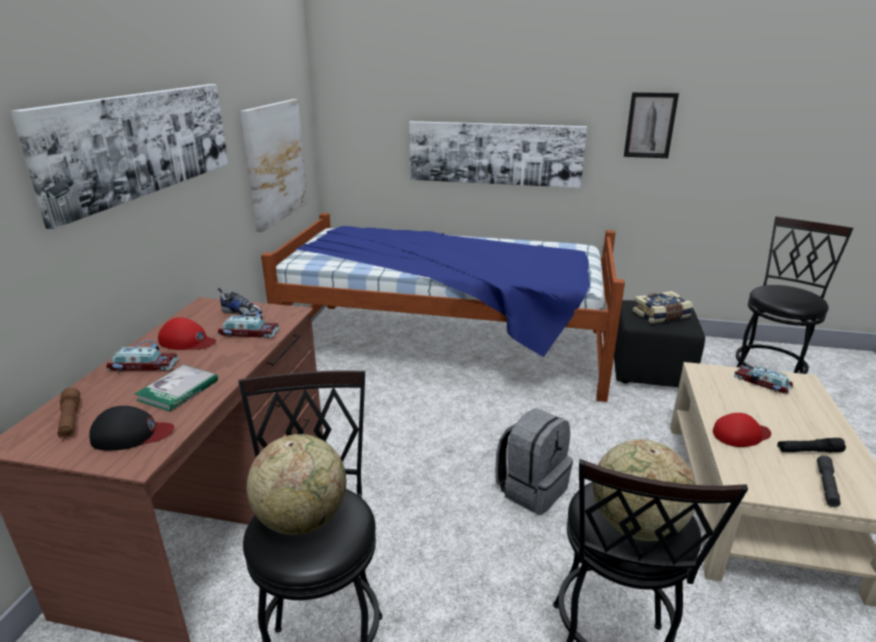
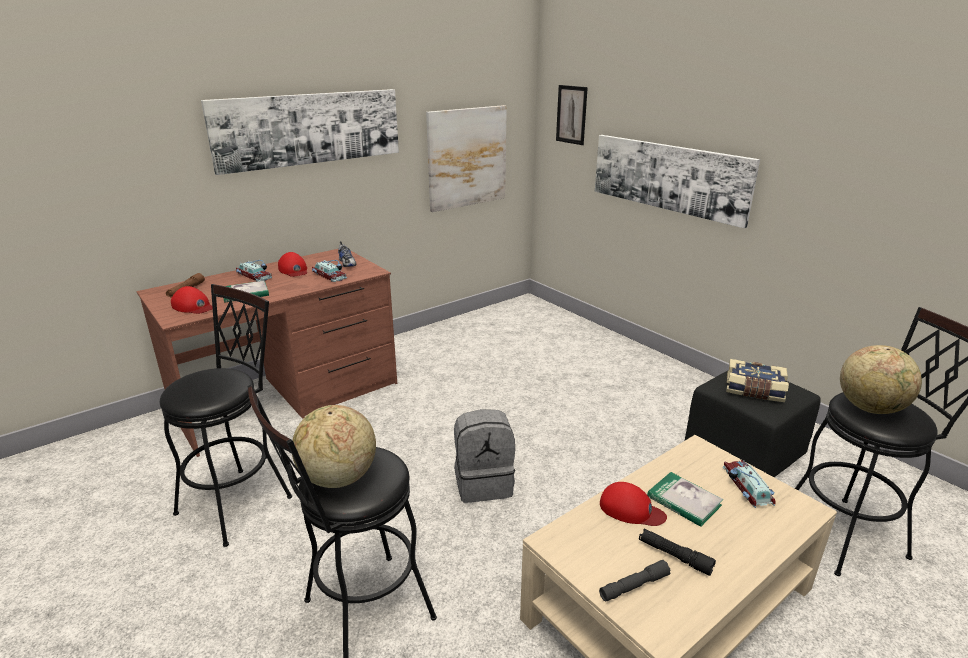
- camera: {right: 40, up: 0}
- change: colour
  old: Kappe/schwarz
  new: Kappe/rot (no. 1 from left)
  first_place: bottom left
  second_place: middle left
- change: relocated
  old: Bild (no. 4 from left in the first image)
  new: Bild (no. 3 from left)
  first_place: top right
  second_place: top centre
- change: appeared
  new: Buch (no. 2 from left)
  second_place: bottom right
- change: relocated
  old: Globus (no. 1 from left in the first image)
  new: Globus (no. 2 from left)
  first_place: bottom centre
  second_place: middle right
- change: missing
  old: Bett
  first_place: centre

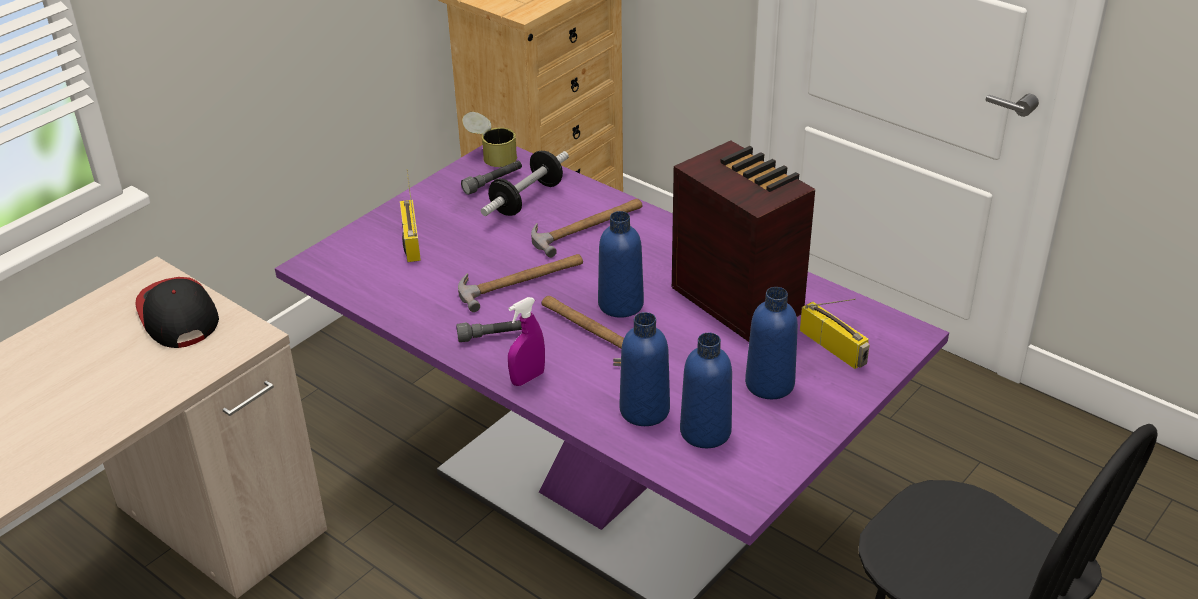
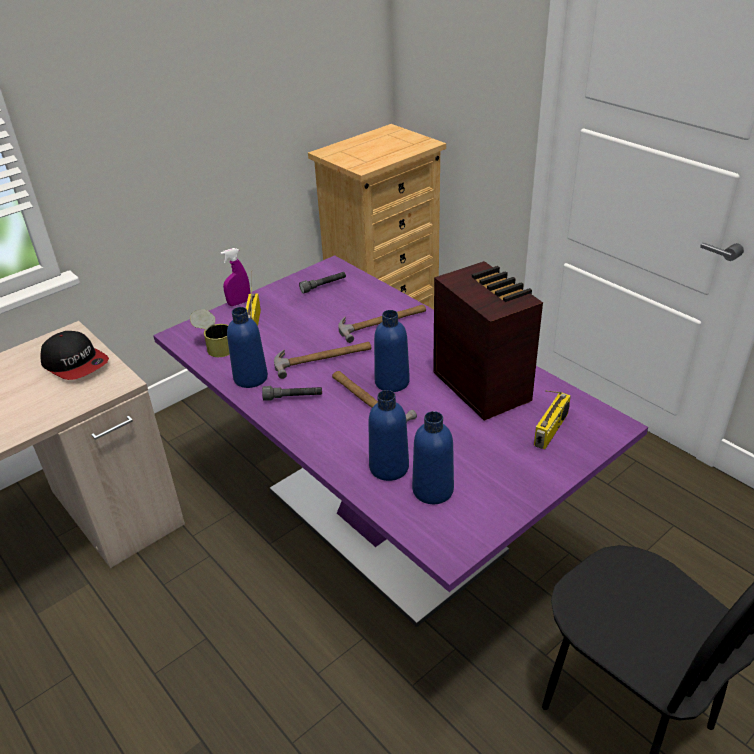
- camera: {right: 10, up: 0}
- change: spun
  old: Kappe
  first_place: middle left
  second_place: middle left
  degrees: 150
- change: relocated
  old: Dose
  first_place: top centre
  second_place: middle left
- change: relocated
  old: Sprühflasche/lila
  first_place: centre
  second_place: middle left
- change: relocated
  old: Flasche/blau (no. 4 from left in the first image)
  new: Flasche/blau (no. 1 from left)
  first_place: centre
  second_place: middle left
- change: spun
  old: Radio (no. 3 from left)
  first_place: middle right
  second_place: middle right
  degrees: 60
- change: missing
  old: Hantel
  first_place: top centre

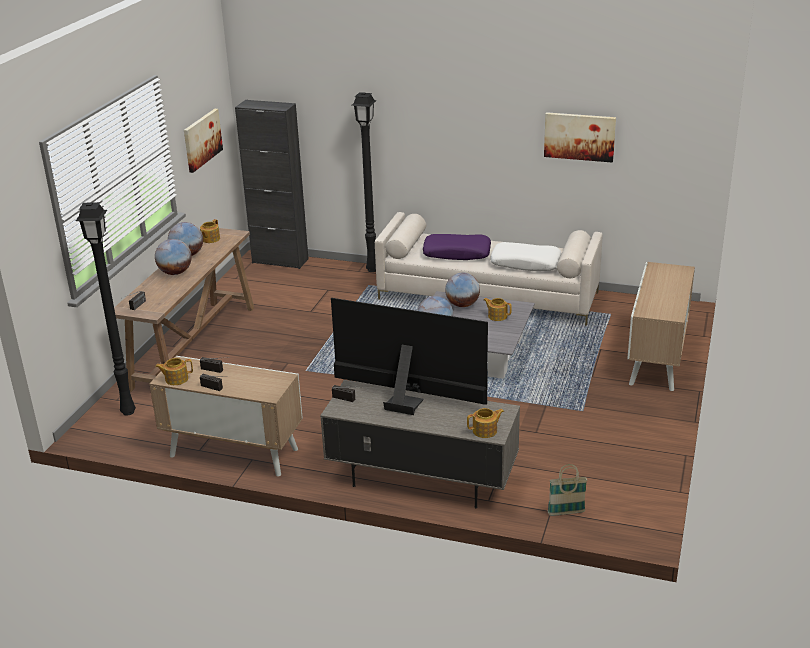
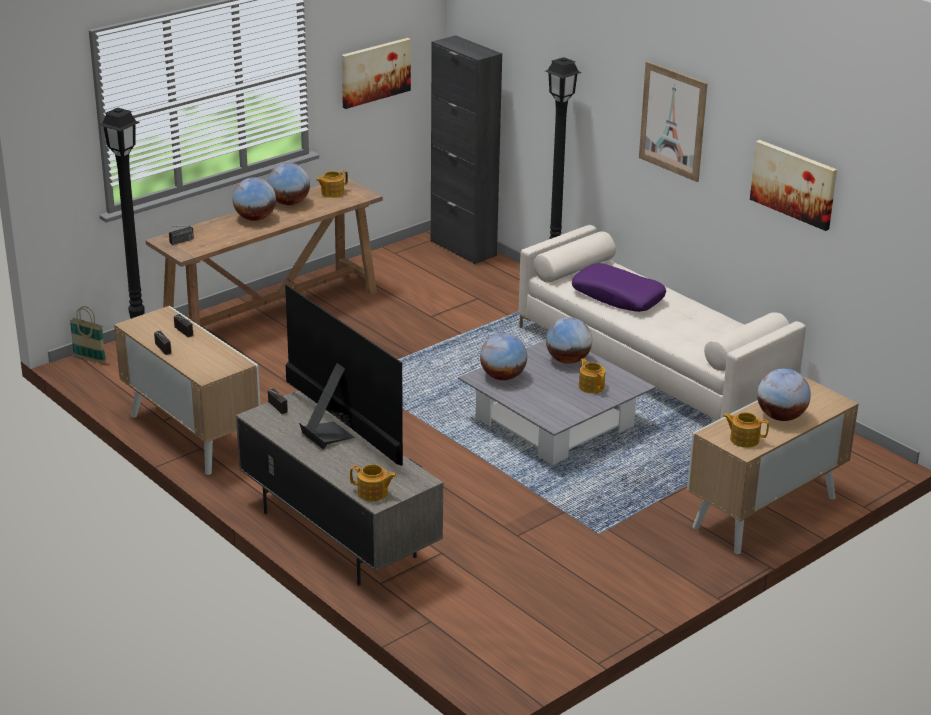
- camera: {right: 30, up: 0}
- change: relocated
  old: Korb
  first_place: bottom right
  second_place: middle left
- change: appeared
  new: Bild (no. 2 from left)
  second_place: top right
- change: relocated
  old: Teekanne (no. 1 from left in the first image)
  new: Teekanne (no. 4 from left)
  first_place: middle left
  second_place: middle right
- change: appeared
  new: Globus (no. 5 from left)
  second_place: middle right
- change: missing
  old: Kissen/weiß
  first_place: centre

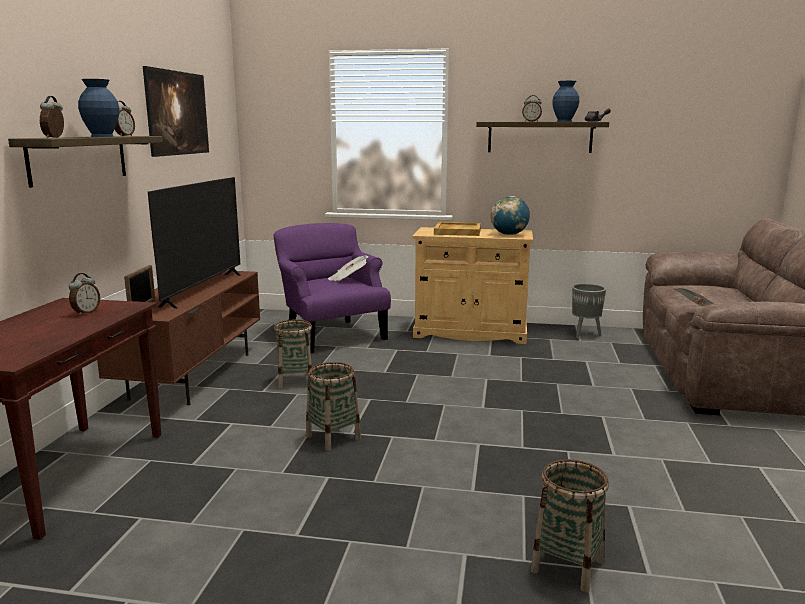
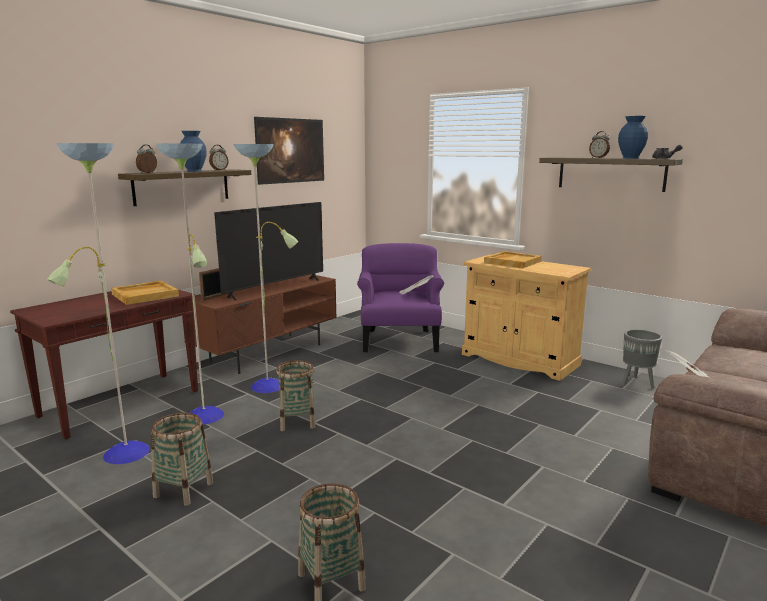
- camera: {right: 30, up: 0}
- change: appeared
  new: Stehlampe
  second_place: middle left
- change: exchanged
  old: Wecker (no. 2 from left)
  new: Tablett/beige (no. 1 from left)
  first_place: middle left
  second_place: middle left
- change: relocated
  old: Korb (no. 1 from left)
  first_place: centre
  second_place: bottom left
- change: missing
  old: Globus
  first_place: centre

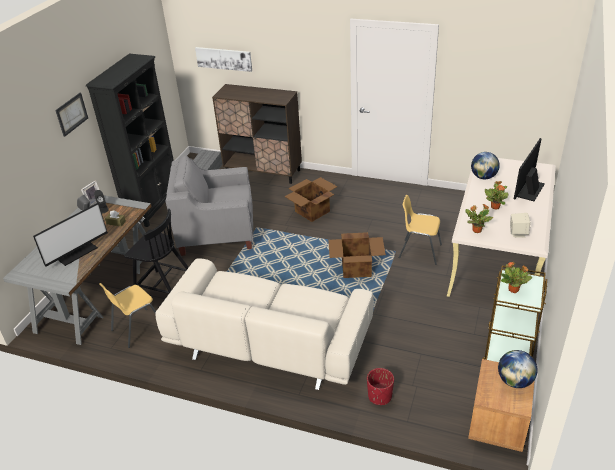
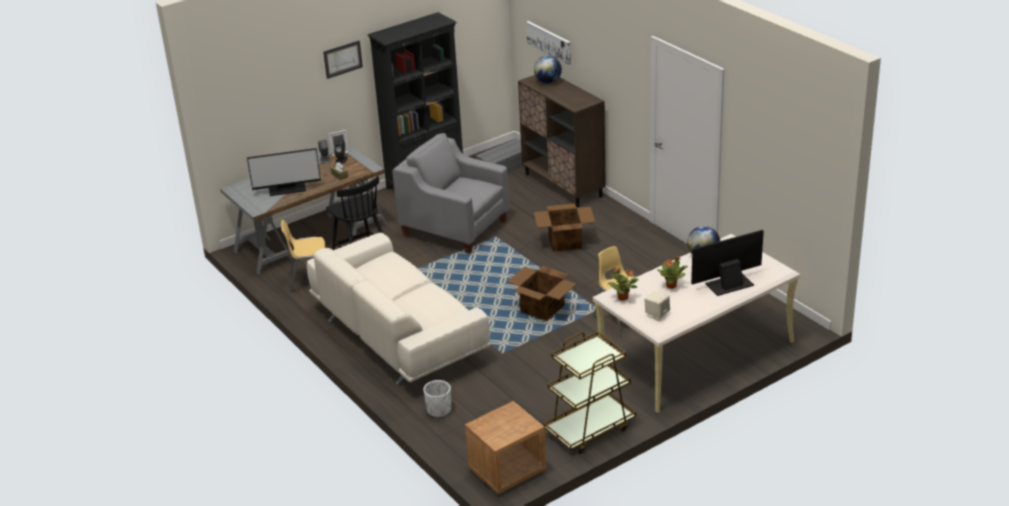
- camera: {right: 35, up: -5}
- change: colour
  old: Pflanzkübel/rot
  new: Pflanzkübel/weiß
  first_place: bottom centre
  second_place: bottom centre
- change: relocated
  old: Globus (no. 2 from left in the first image)
  new: Globus (no. 1 from left)
  first_place: bottom right
  second_place: top centre
- change: missing
  old: Topfpflanze (no. 3 from left)
  first_place: middle right

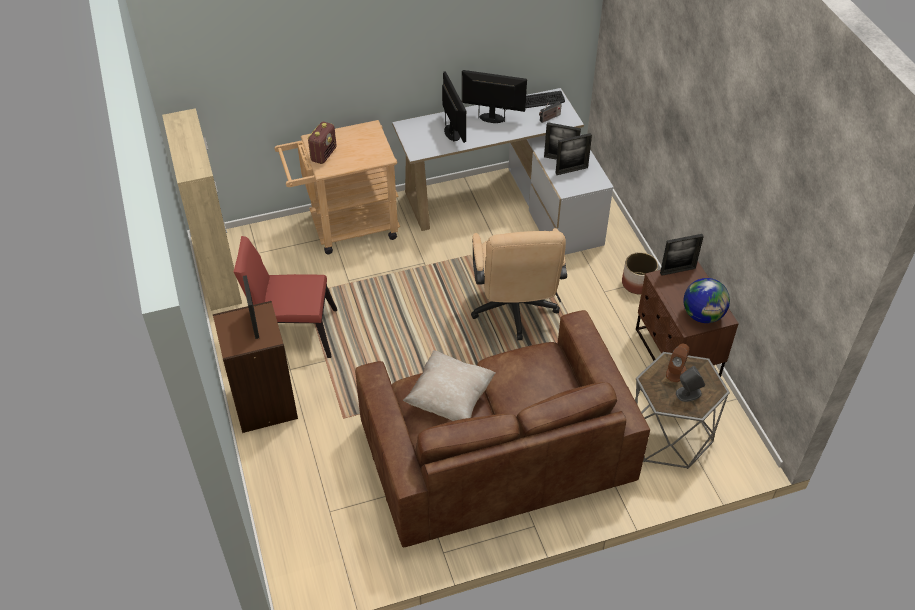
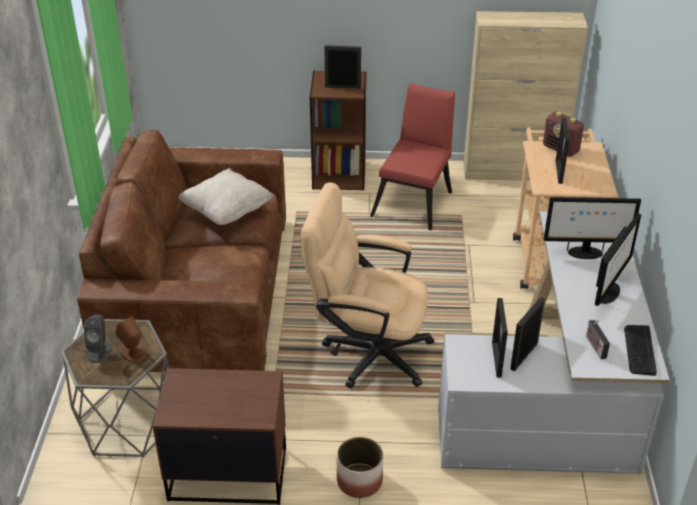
- camera: {right: 110, up: -10}
- change: relocated
  old: Bilderrahmen (no. 4 from left)
  first_place: middle right
  second_place: top right
- change: missing
  old: Globus
  first_place: middle right

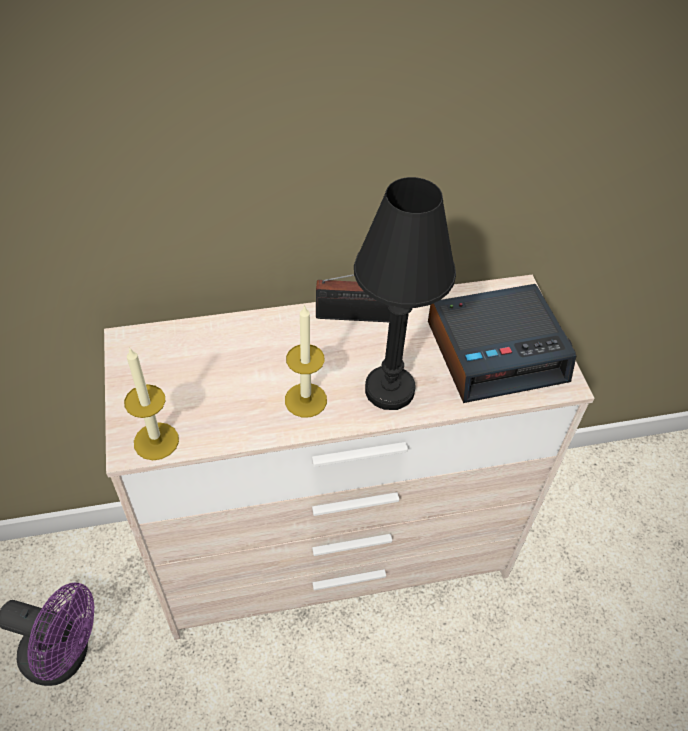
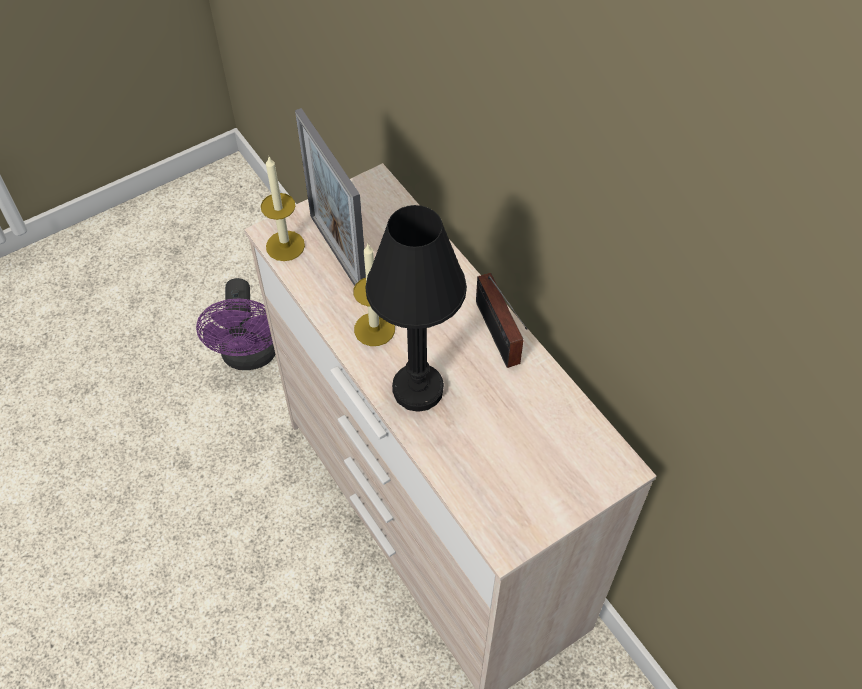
- camera: {right: 70, up: 5}
- change: appeared
  new: Bilderrahmen
  second_place: top centre
- change: missing
  old: Wecker
  first_place: middle right

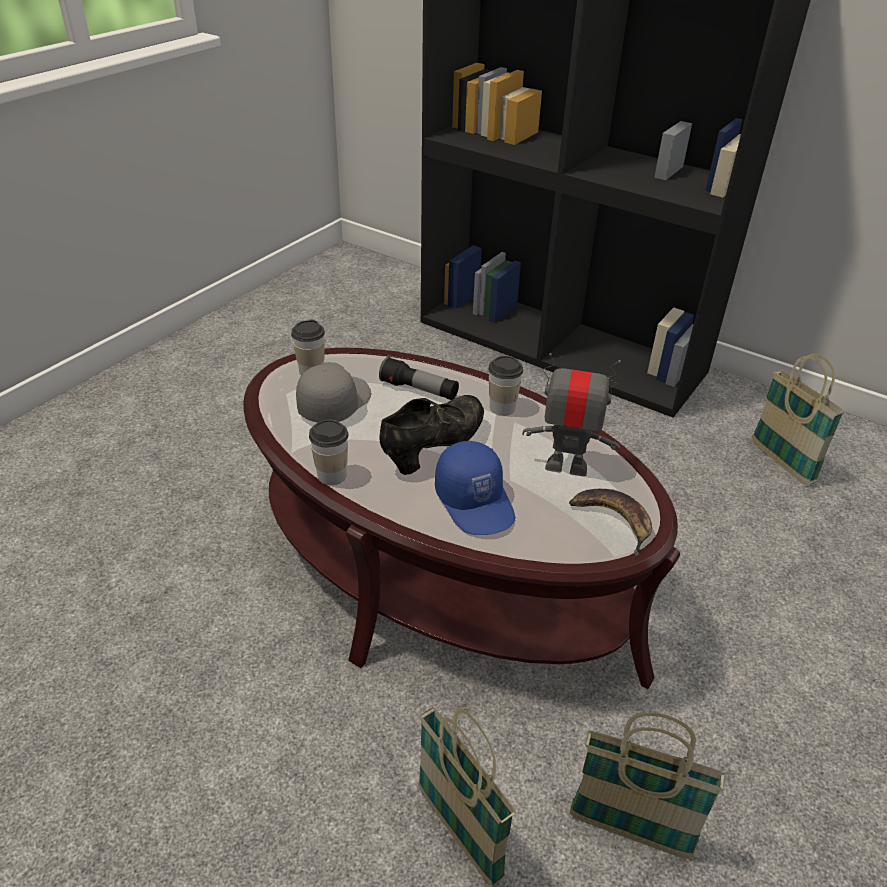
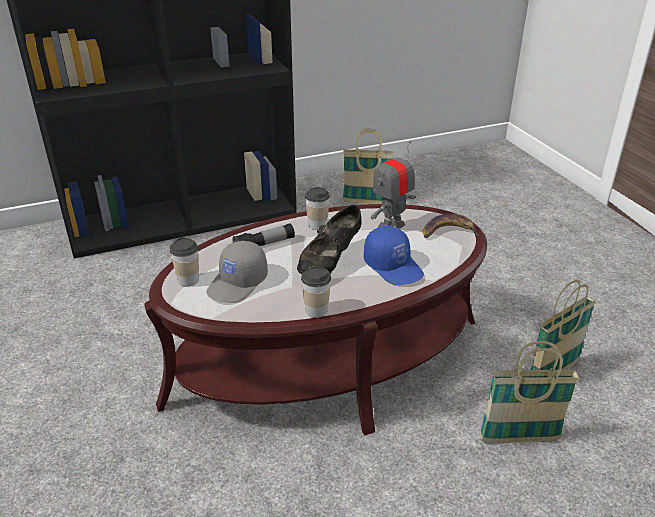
- camera: {right: -55, up: -5}
- change: spun
  old: Kappe/grau
  first_place: centre
  second_place: centre
  degrees: -120
- change: spun
  old: Schuh/schwarz
  first_place: centre
  second_place: centre
  degrees: -135
- change: spun
  old: Kappe/blau
  first_place: centre
  second_place: centre
  degrees: 45

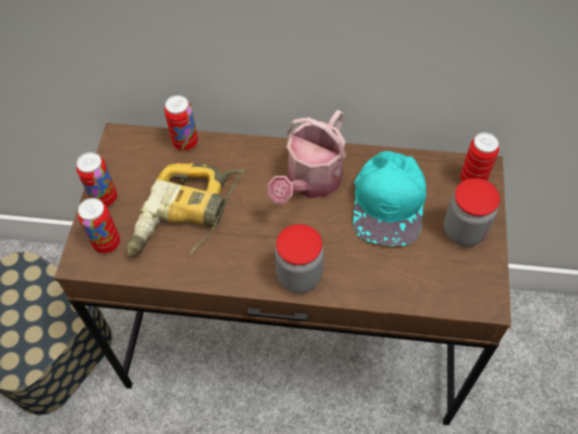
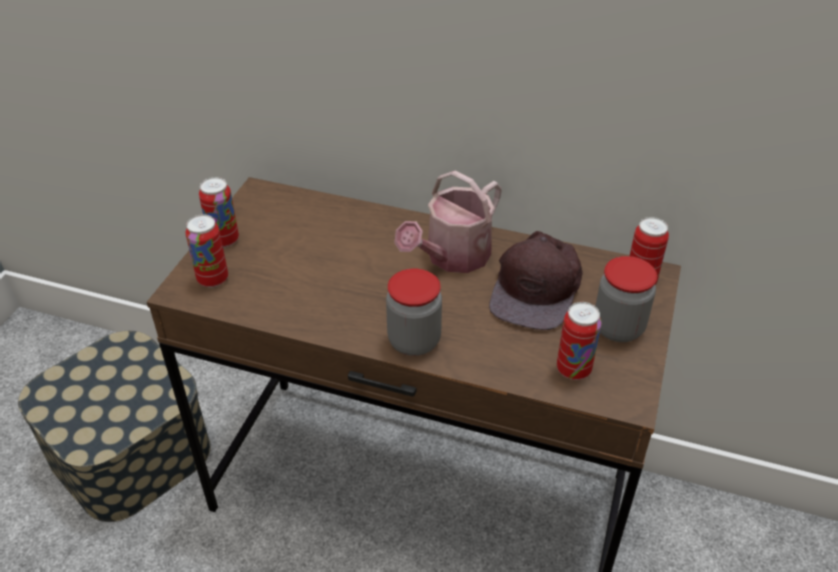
- camera: {right: 10, up: -15}
- change: colour
  old: Kappe/türkis
  new: Kappe/braun
  first_place: middle right
  second_place: centre
- change: relocated
  old: Dose (no. 3 from left)
  first_place: top left
  second_place: middle right
- change: missing
  old: Bohrmaschine
  first_place: middle left

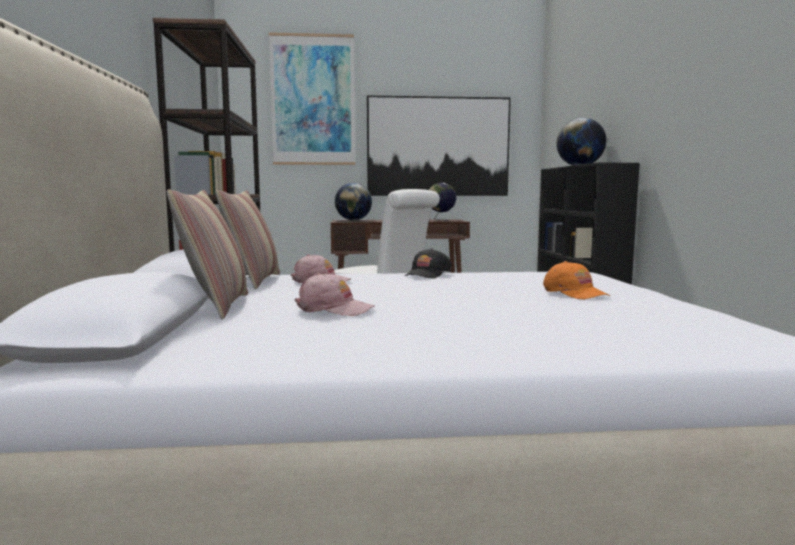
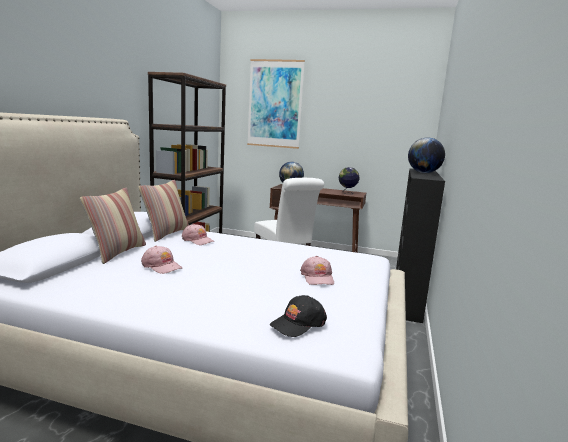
- camera: {right: 20, up: 5}
- change: relocated
  old: Kappe/schwarz
  first_place: centre
  second_place: bottom centre
- change: colour
  old: Kappe/orange
  new: Kappe/rosa (no. 3 from left)
  first_place: middle right
  second_place: centre
- change: missing
  old: Bild (no. 2 from left)
  first_place: top centre

